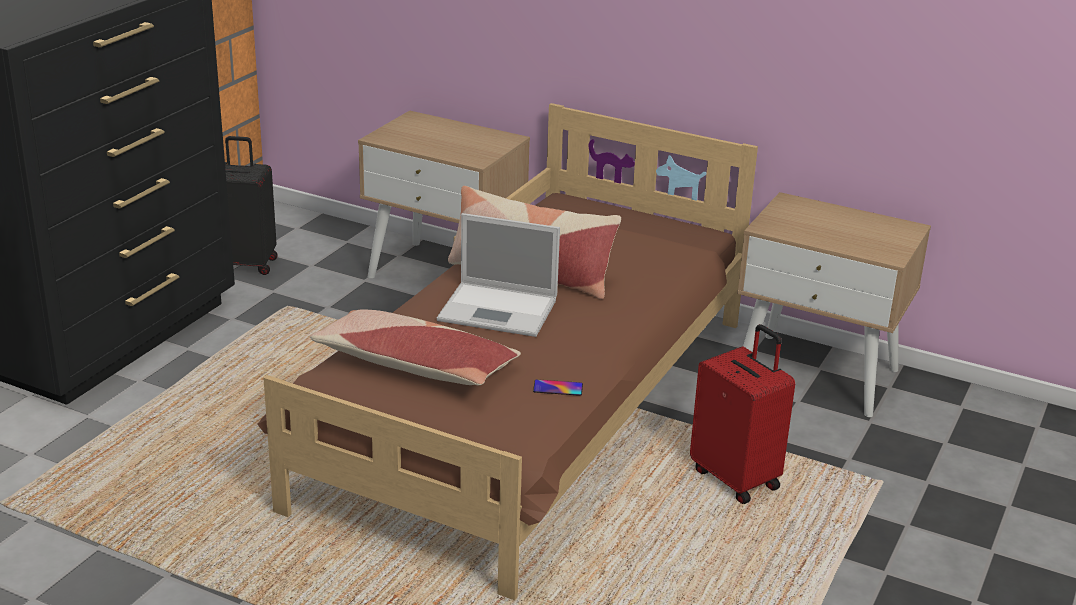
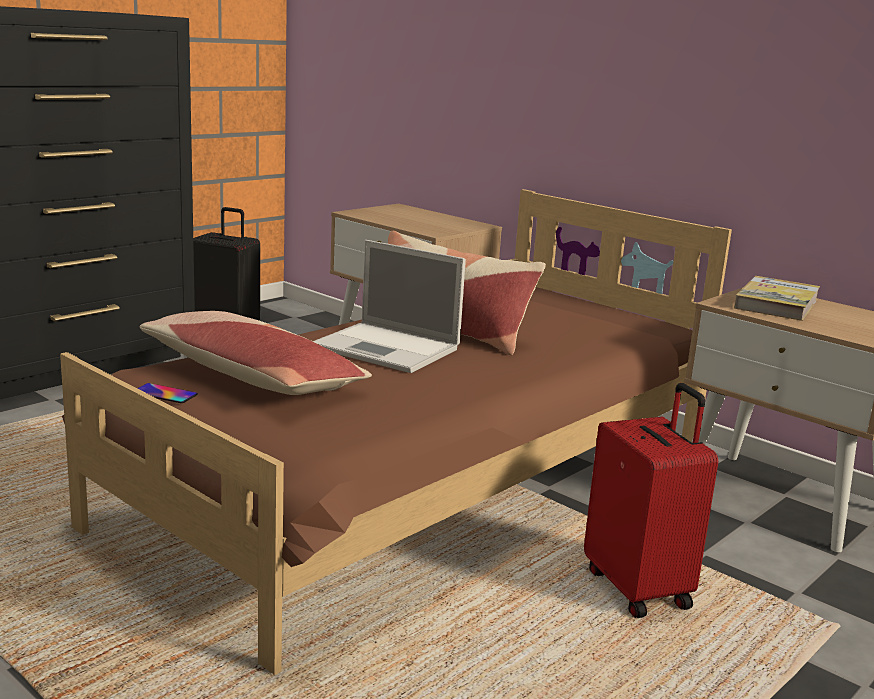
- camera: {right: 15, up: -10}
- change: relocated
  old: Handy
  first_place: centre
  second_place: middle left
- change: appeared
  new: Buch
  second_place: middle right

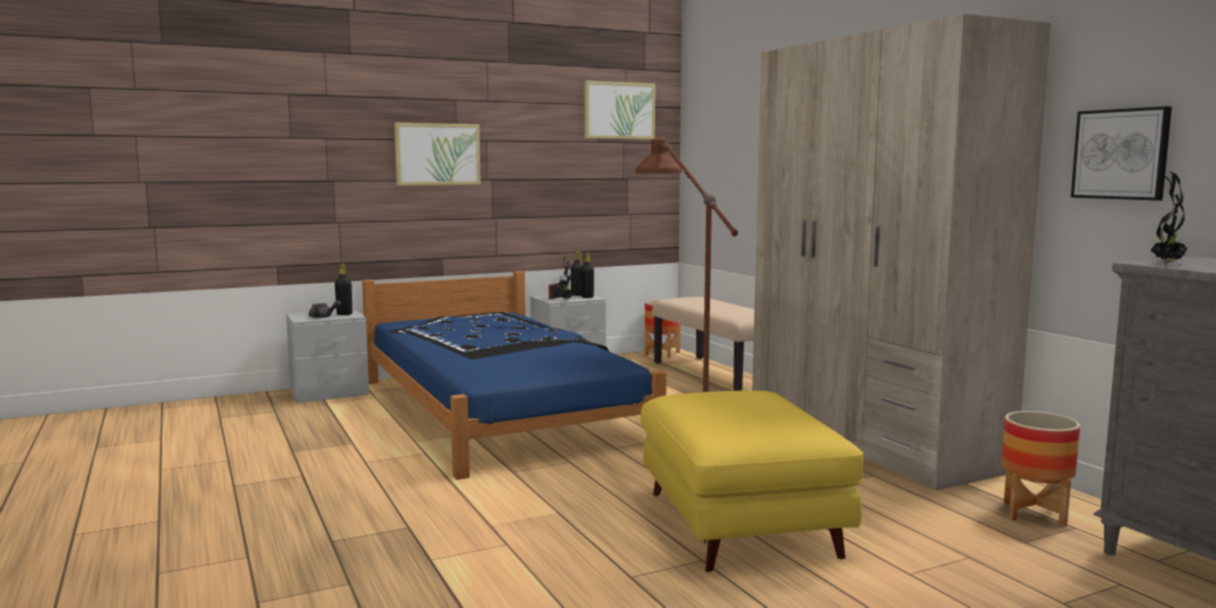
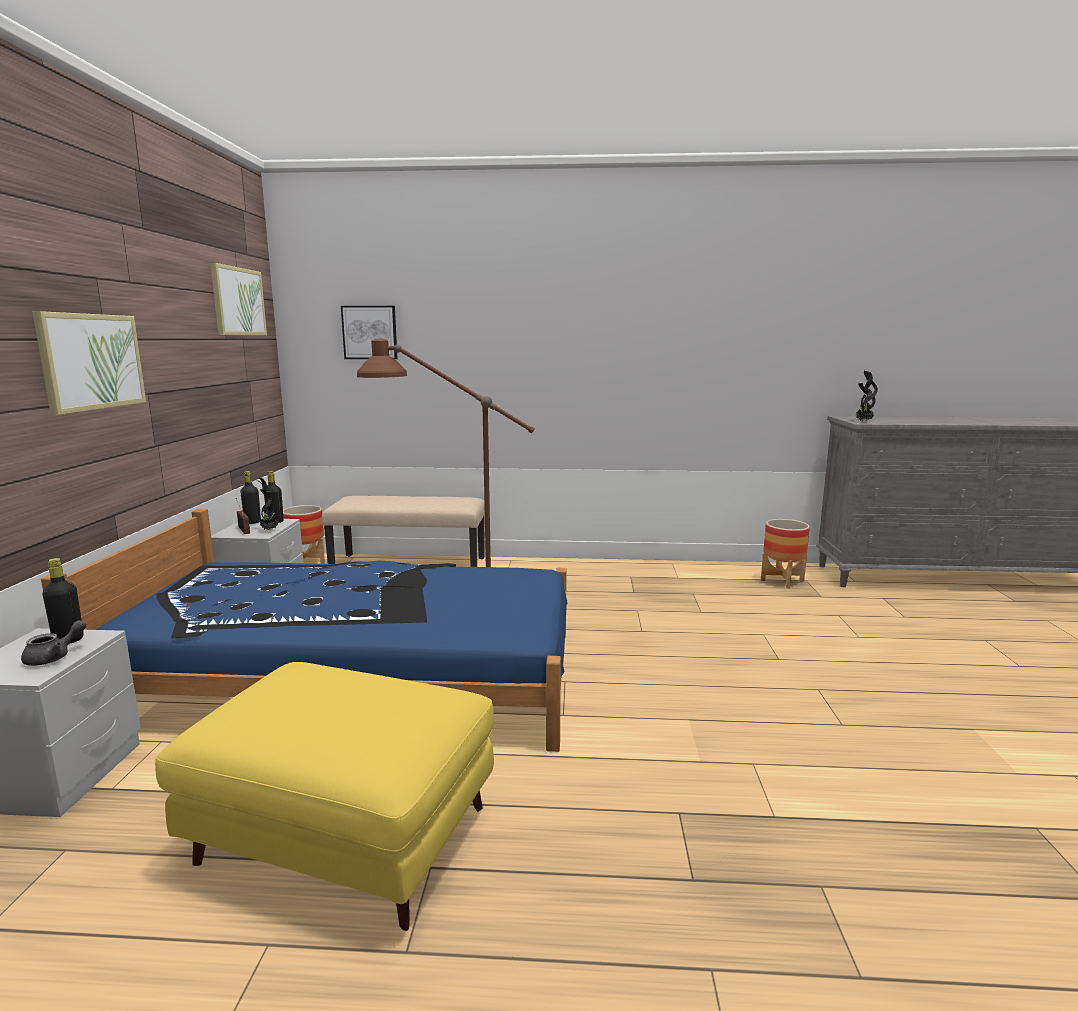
- camera: {right: -60, up: 5}
- change: relocated
  old: Polsterhocker/gelb
  first_place: bottom centre
  second_place: bottom left
- change: relocated
  old: Bild (no. 3 from left)
  first_place: top right
  second_place: top centre
- change: missing
  old: Kleiderschrank/beige
  first_place: middle right

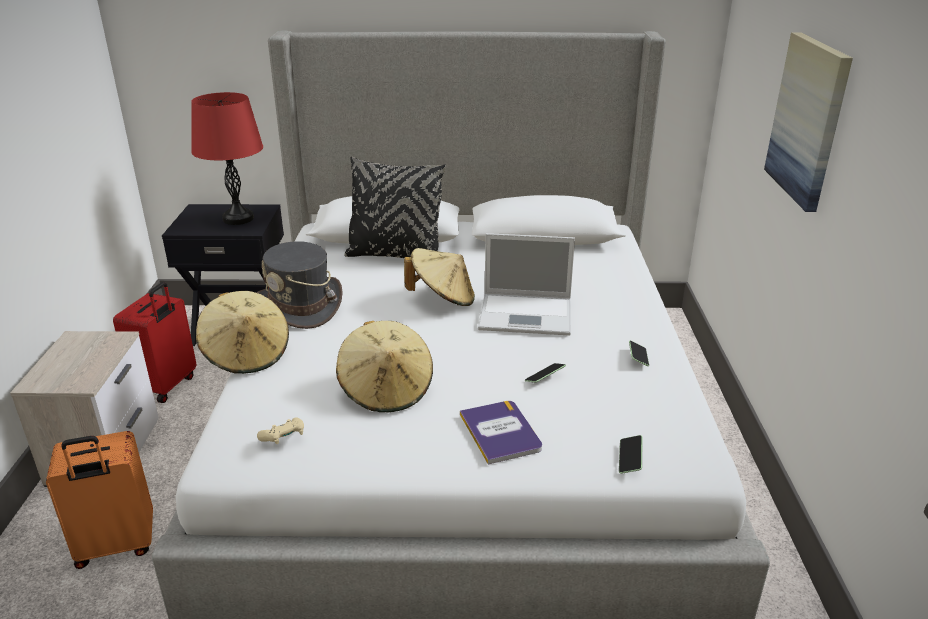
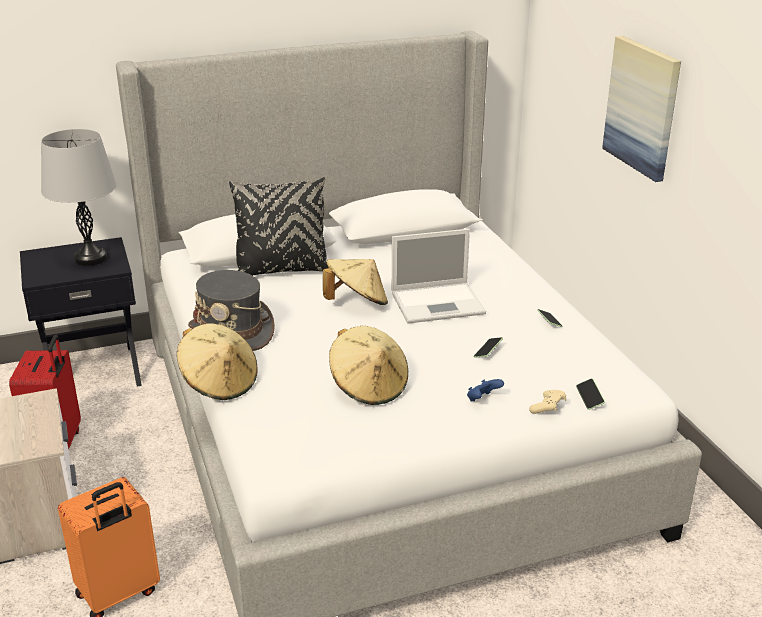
- camera: {right: -20, up: 0}
- change: colour
  old: Tischlampe/rot
  new: Tischlampe/grau
  first_place: top left
  second_place: top left
- change: exchanged
  old: Buch
  new: Gamepad/blau
  first_place: bottom centre
  second_place: centre
- change: relocated
  old: Gamepad/beige
  first_place: bottom left
  second_place: middle right

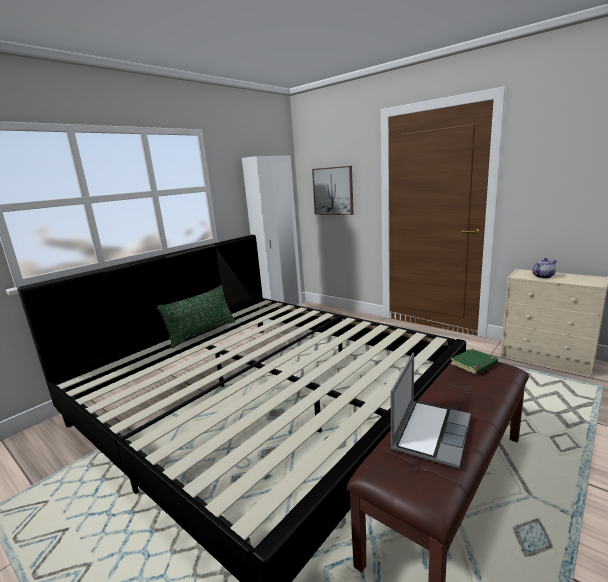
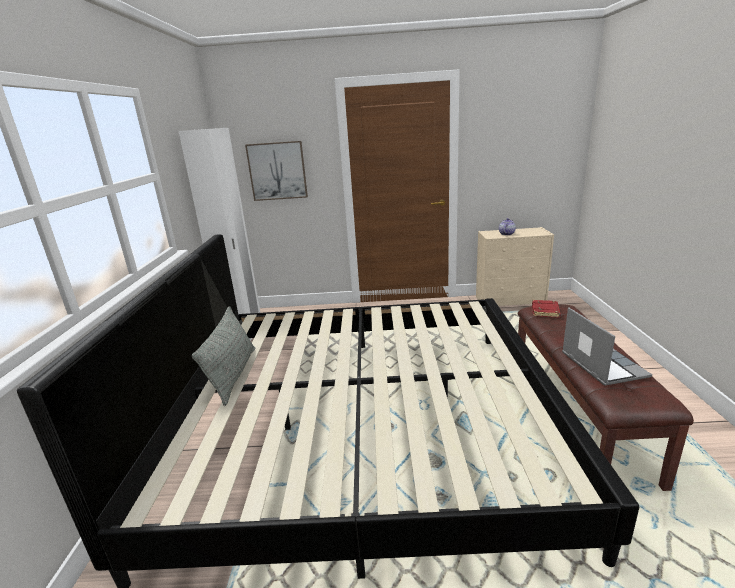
- camera: {right: -40, up: 5}
- change: colour
  old: Kissen/grün
  new: Kissen/grau
  first_place: middle left
  second_place: middle left
- change: colour
  old: Buch/grün
  new: Buch/rot
  first_place: middle right
  second_place: middle right

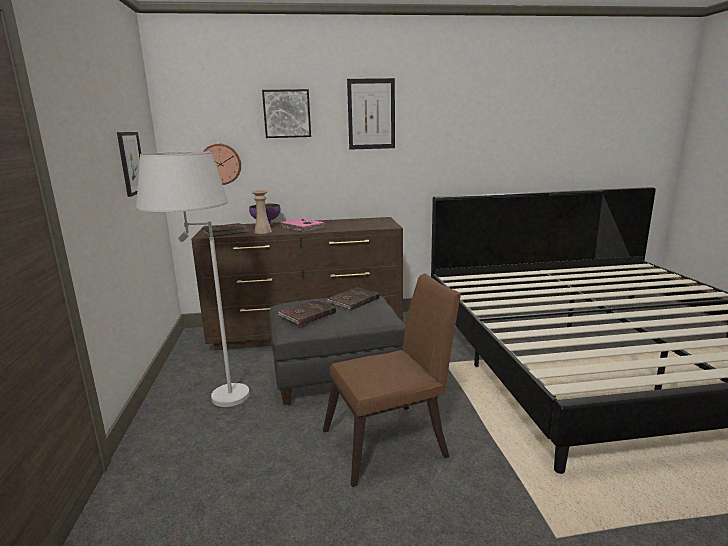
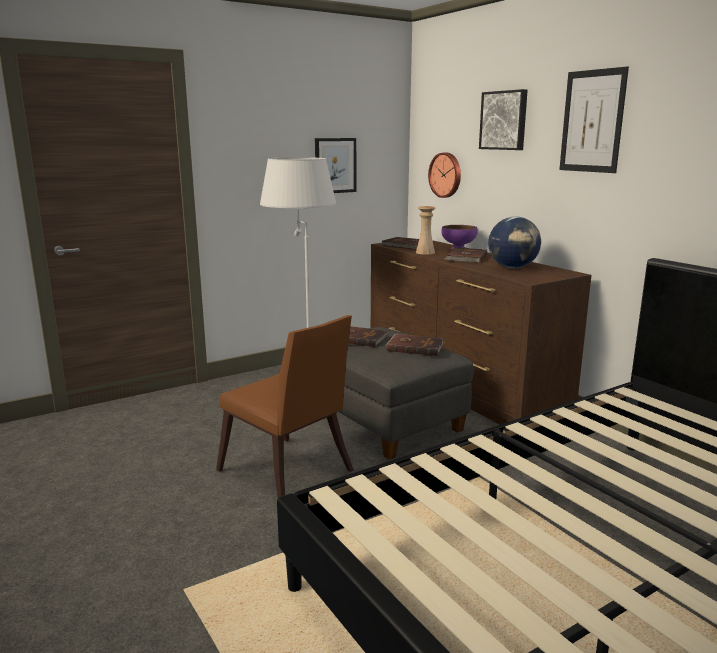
- camera: {right: 65, up: 0}
- change: colour
  old: Buch/rosa
  new: Buch/braun (no. 4 from left)
  first_place: centre
  second_place: centre
- change: appeared
  new: Globus
  second_place: middle right

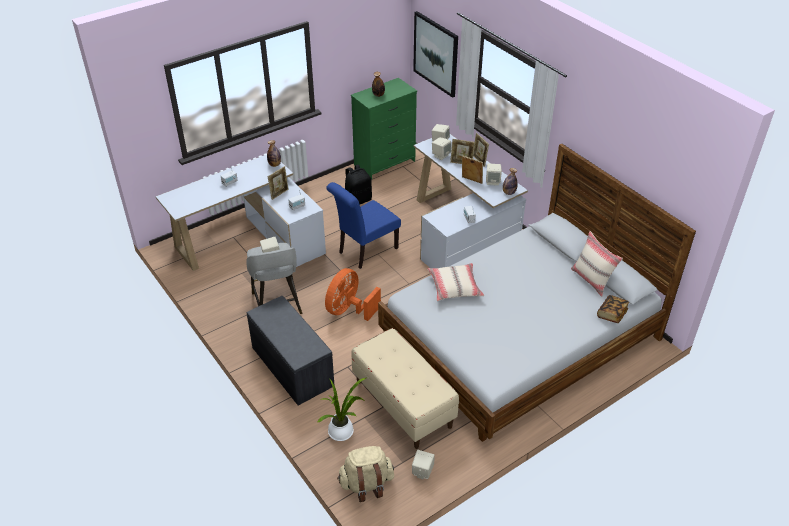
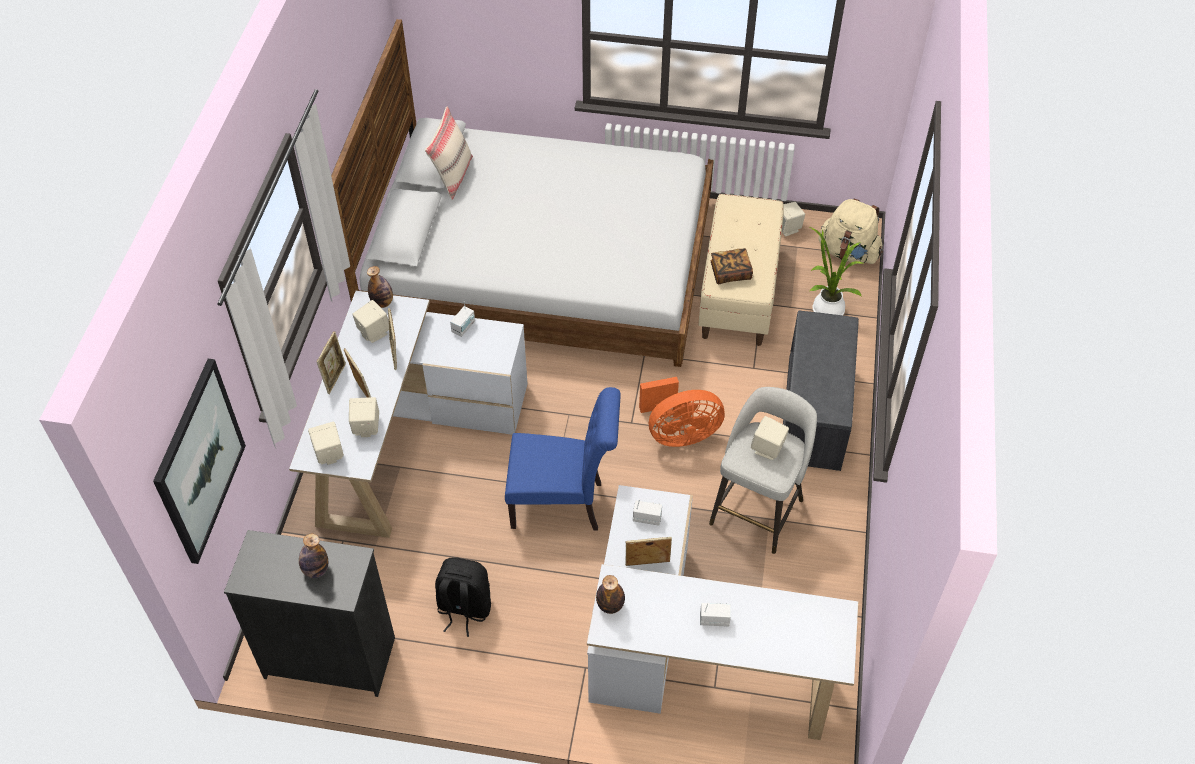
- camera: {right: -135, up: 10}
- change: colour
  old: Kommode/grün
  new: Kommode/schwarz
  first_place: top centre
  second_place: bottom left
- change: relocated
  old: Buch
  first_place: middle right
  second_place: centre
- change: missing
  old: Kissen/beige (no. 1 from left)
  first_place: centre

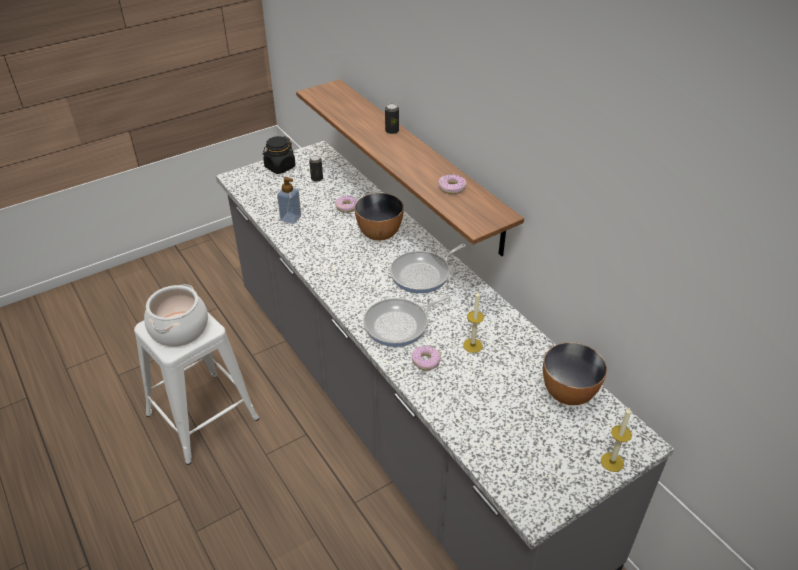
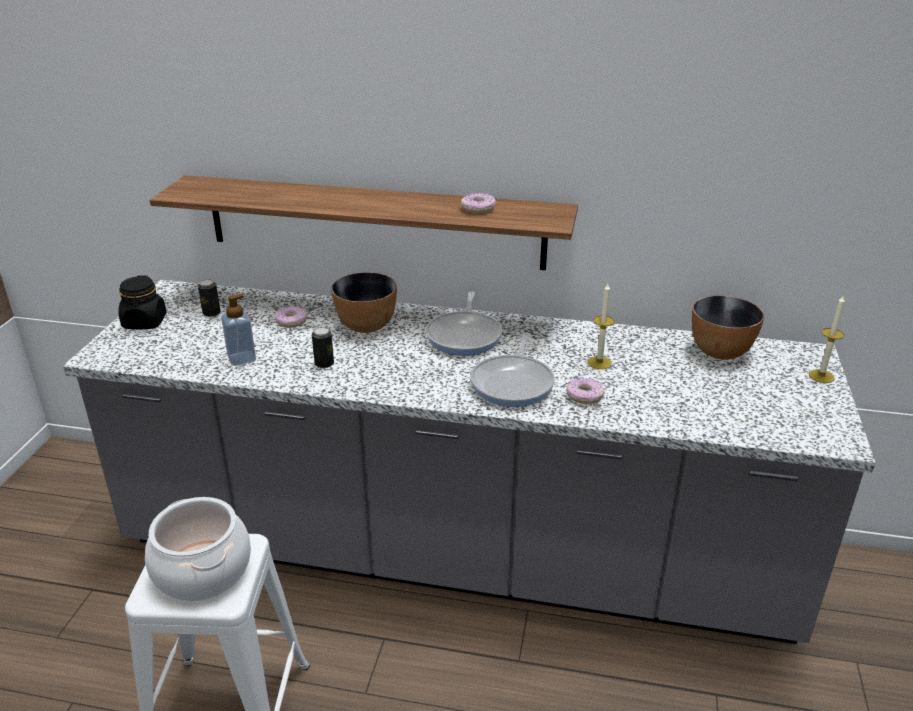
- camera: {right: -45, up: -10}
- change: relocated
  old: Dose (no. 2 from left)
  first_place: top centre
  second_place: centre

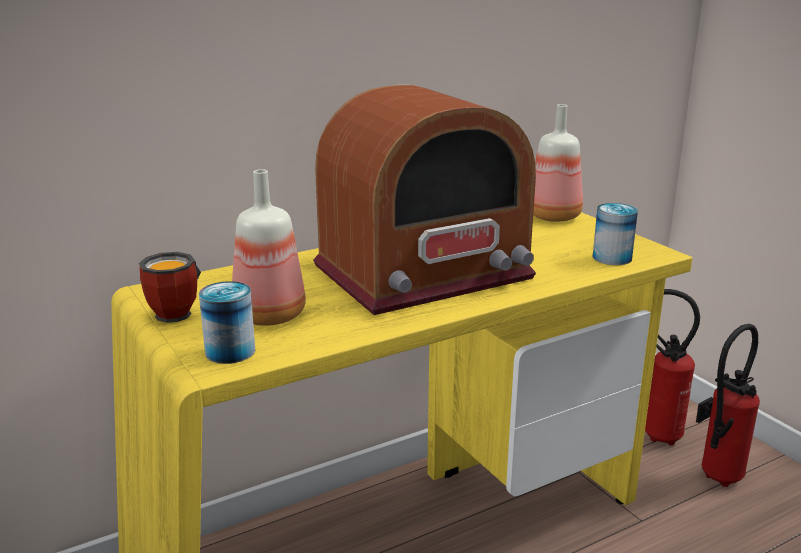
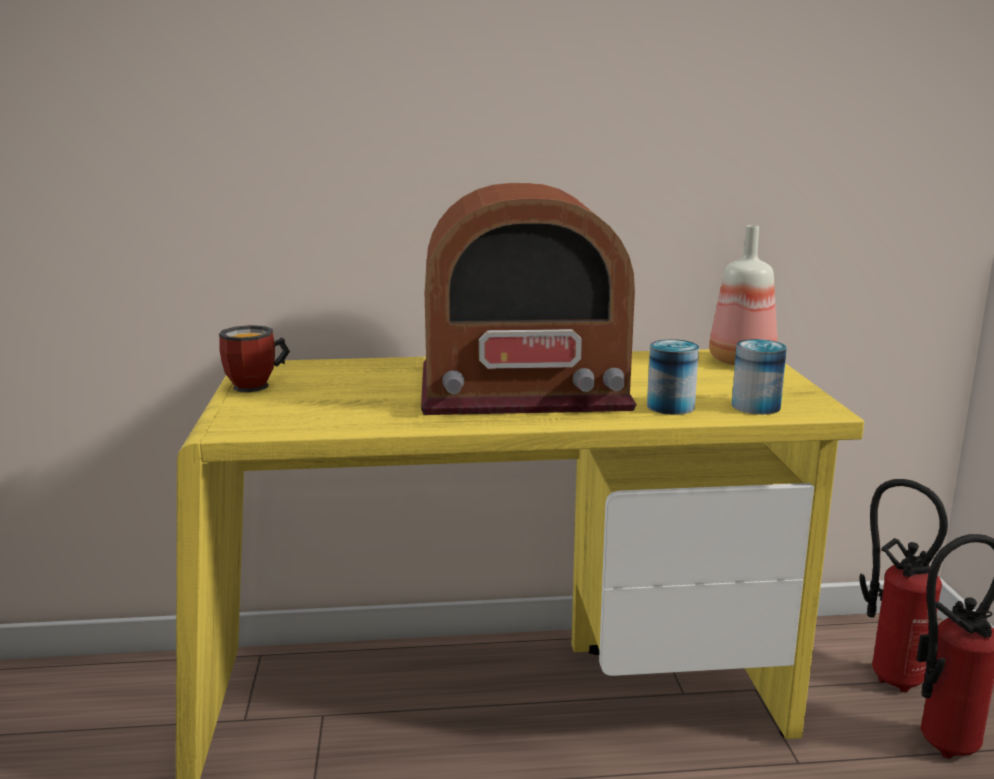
- camera: {right: 25, up: -5}
- change: relocated
  old: Dose (no. 1 from left)
  first_place: middle left
  second_place: middle right
- change: missing
  old: Flasche (no. 1 from left)
  first_place: centre

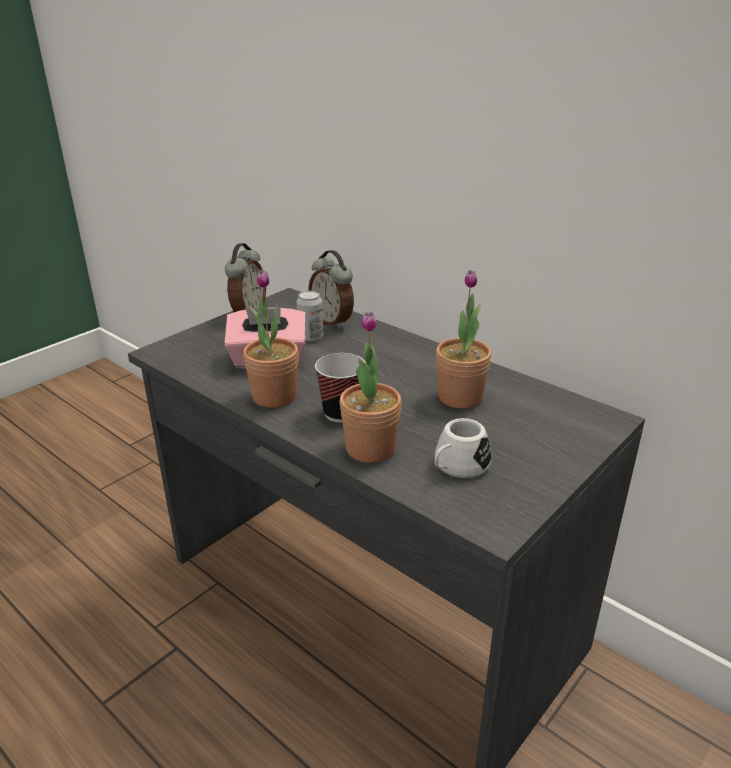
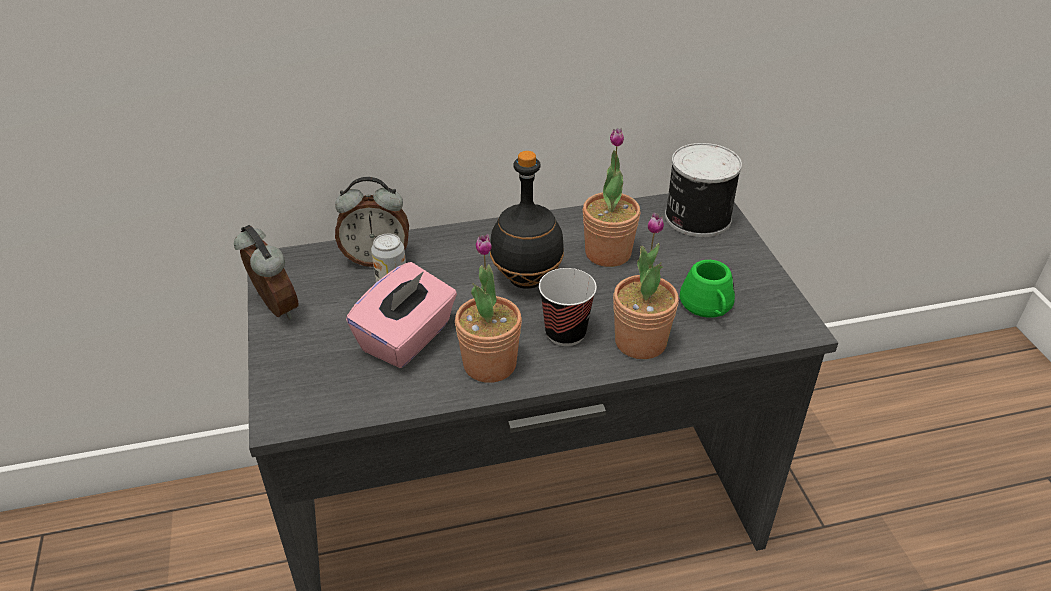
- camera: {right: -55, up: 10}
- change: appeared
  new: Flasche/schwarz
  second_place: centre
- change: appeared
  new: Dose (no. 2 from left)
  second_place: top right
- change: colour
  old: Henkelbecher/weiß
  new: Henkelbecher/grün
  first_place: centre
  second_place: middle right

